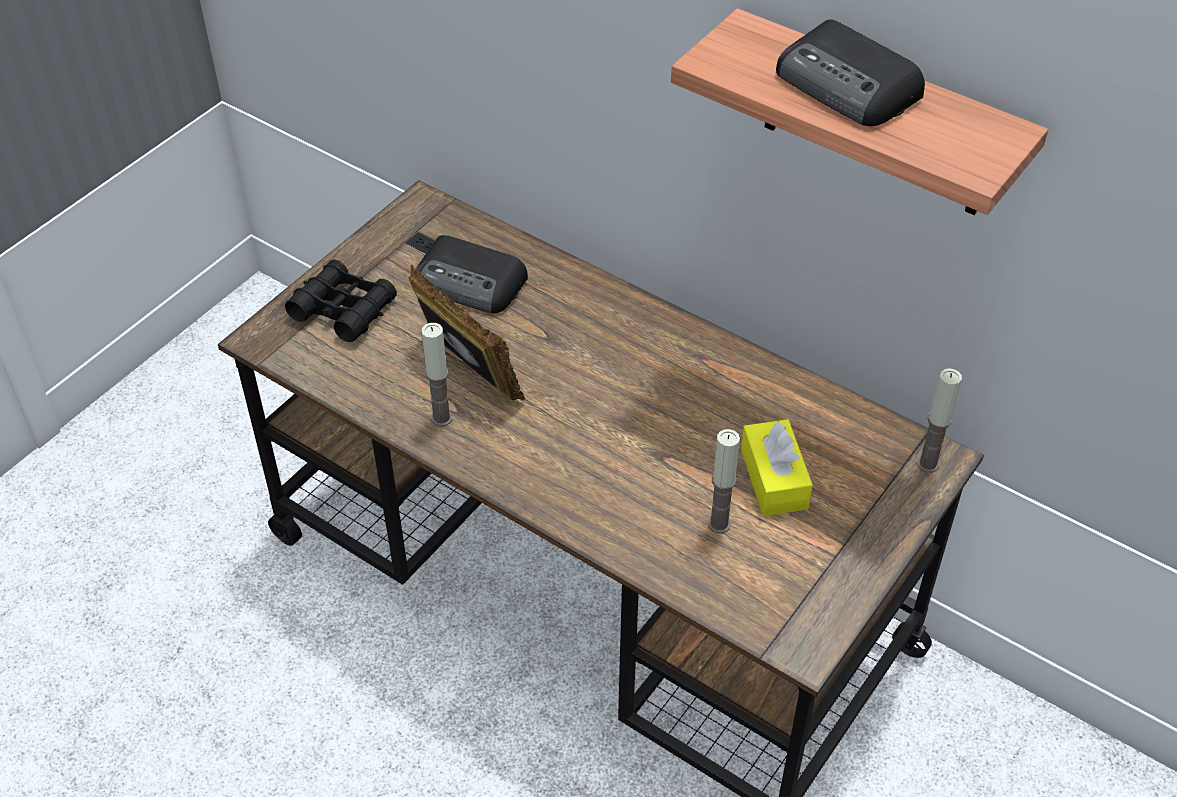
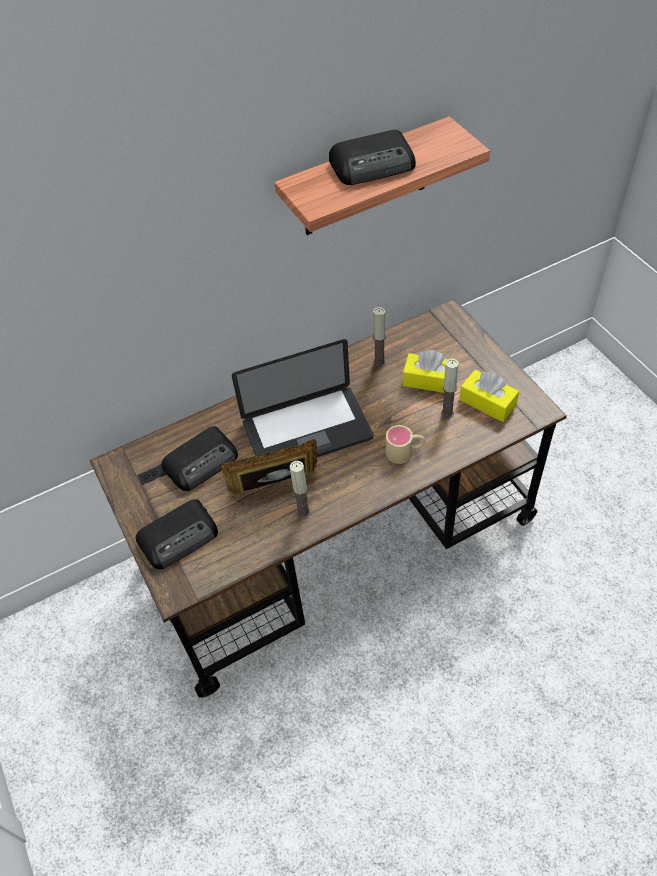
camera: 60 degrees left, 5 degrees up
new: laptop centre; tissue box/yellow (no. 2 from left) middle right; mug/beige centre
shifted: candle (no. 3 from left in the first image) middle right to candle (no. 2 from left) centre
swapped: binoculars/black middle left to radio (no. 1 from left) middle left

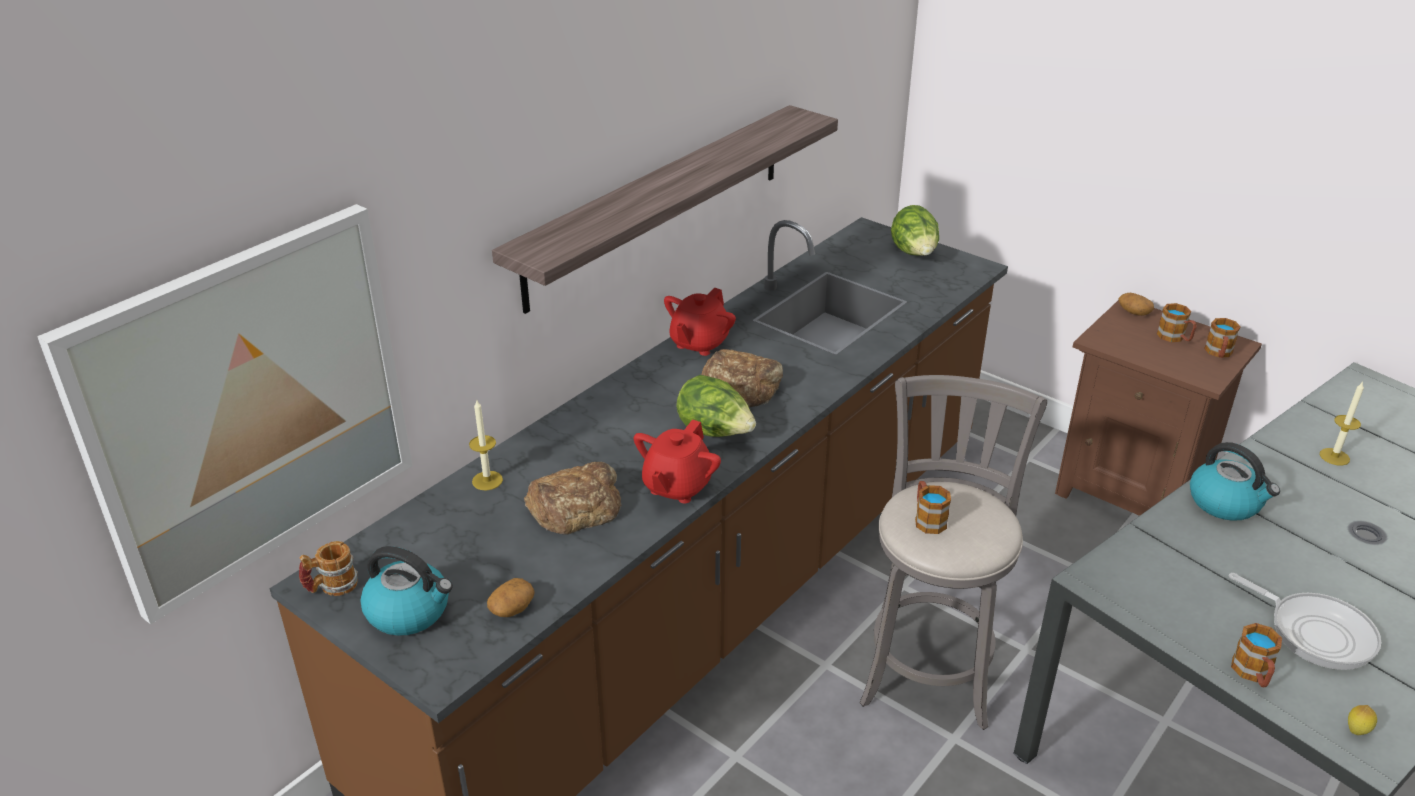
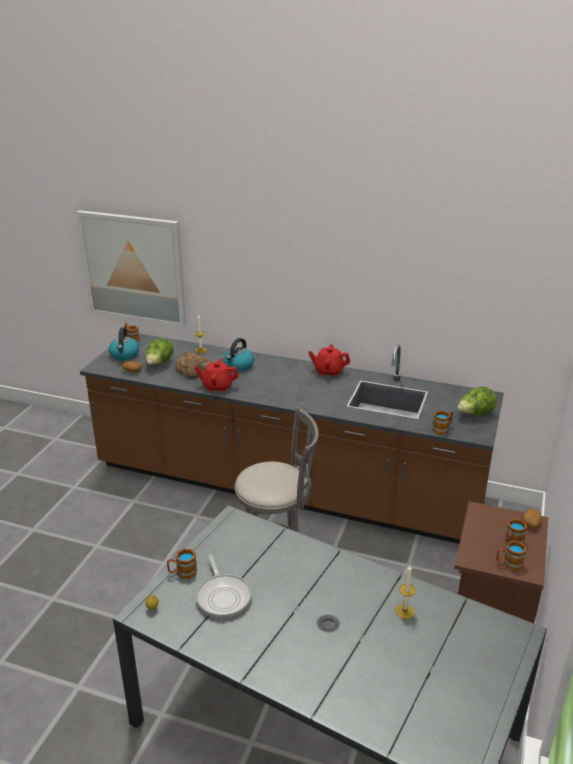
camera: 70 degrees right, 5 degrees down
gone: shelf top centre; bread (no. 2 from left) centre
shifted: lettuce (no. 1 from left) centre to middle left; kettle (no. 2 from left) middle right to centre; mug (no. 2 from left in the first image) centre to mug (no. 3 from left) middle right
rotated: frying pan bottom right = bottom centre 45 degrees counterclockwise

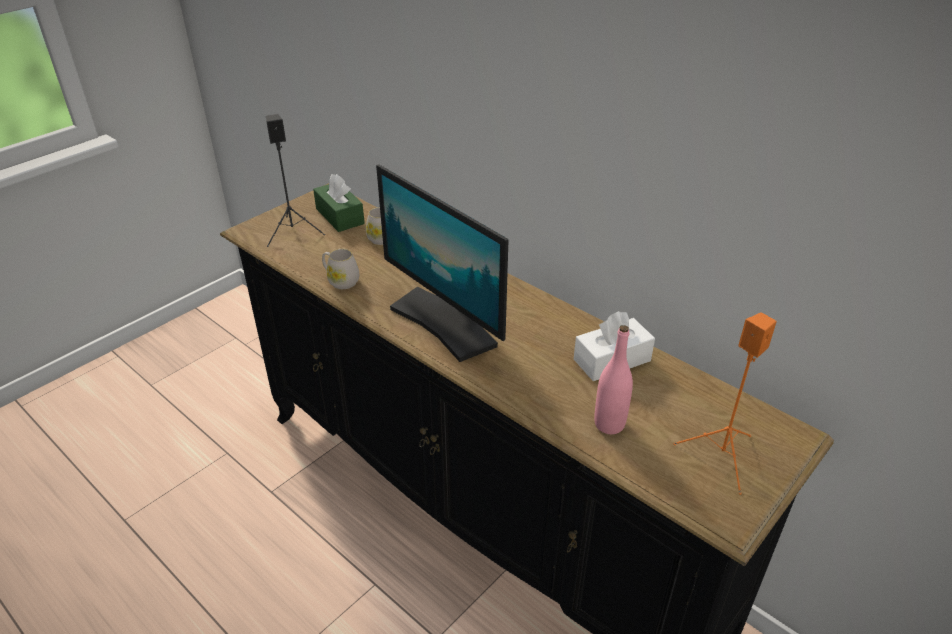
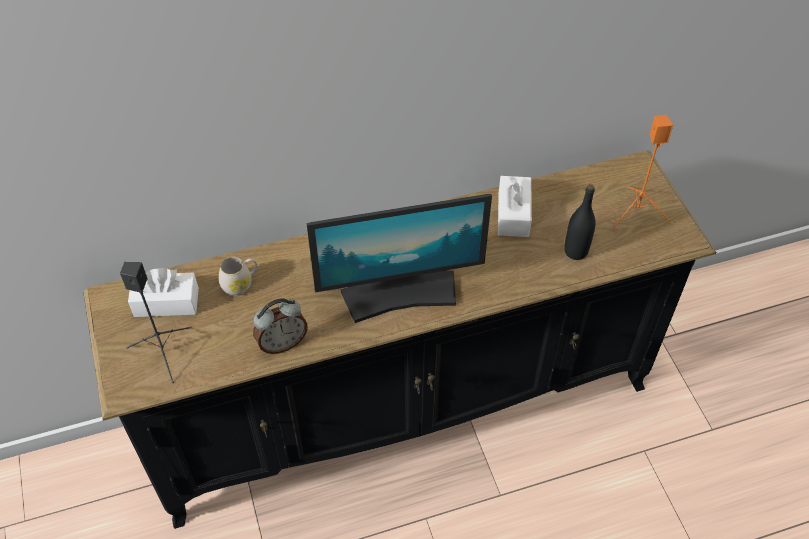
camera: 60 degrees left, 15 degrees up
swapped: mug/white (no. 1 from left) centre to alarm clock centre
repainted: tissue box/green top centre to tissue box/white (no. 1 from left) middle left; bottle/pink centre to bottle/black middle right

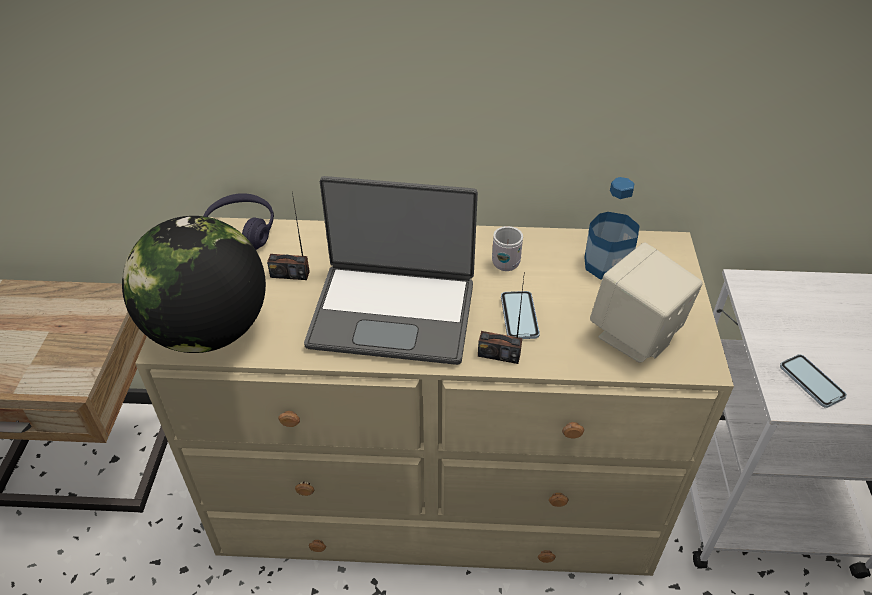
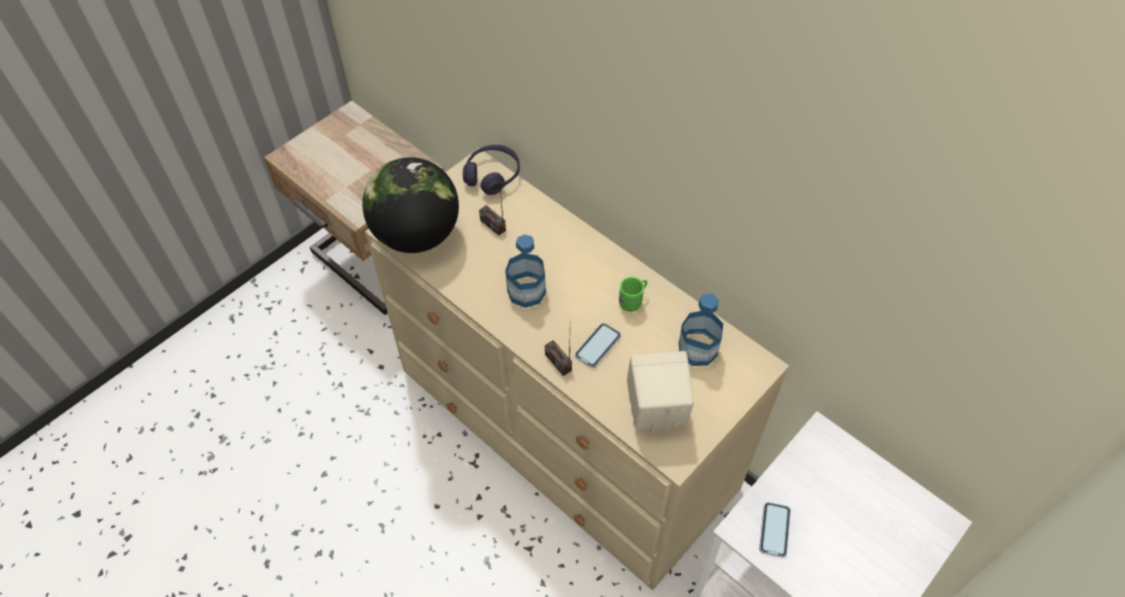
camera: 40 degrees right, 10 degrees up
swapped: laptop centre to bottle (no. 1 from left) centre
repainted: mug/white centre to mug/green centre

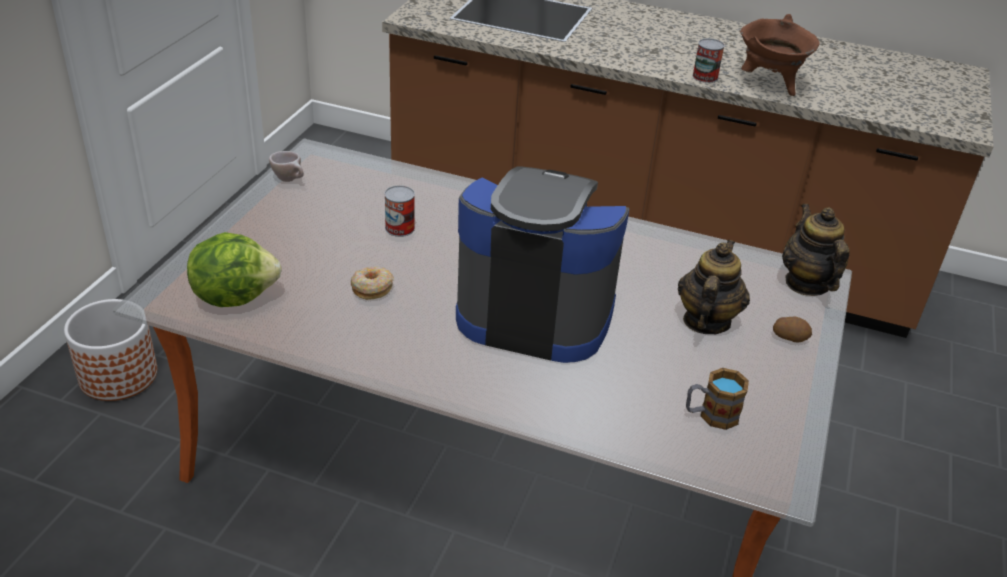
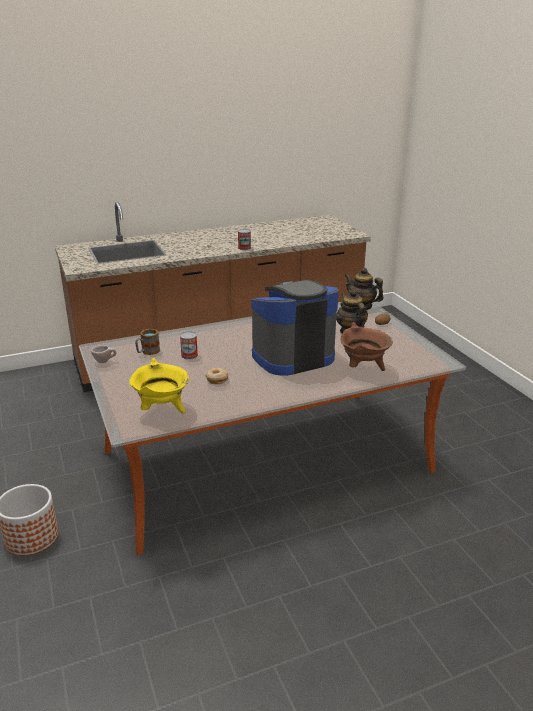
camera: 40 degrees left, 10 degrees down
shifted: cooking pot/brown top right to middle right; mug bottom right to middle left
swapped: lettuce middle left to cooking pot/yellow middle left

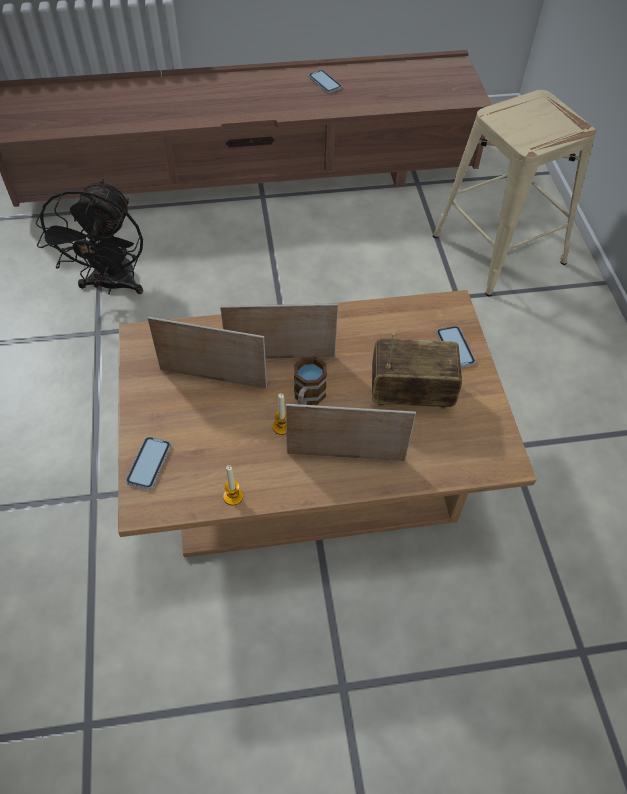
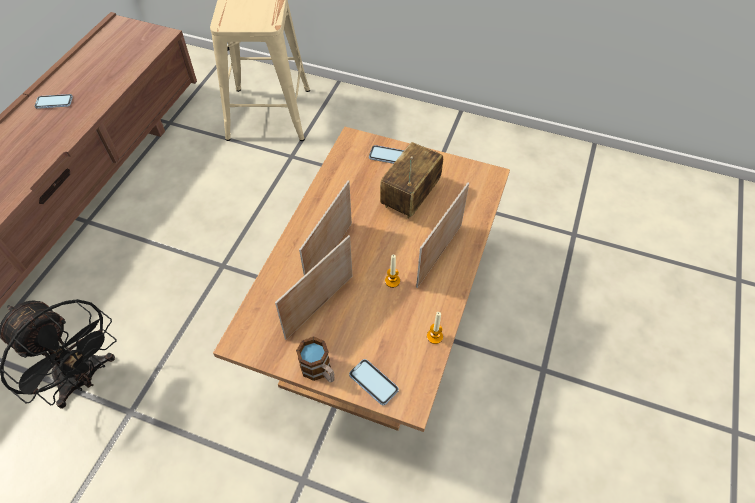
camera: 60 degrees left, 0 degrees up
shifted: mug centre to bottom centre

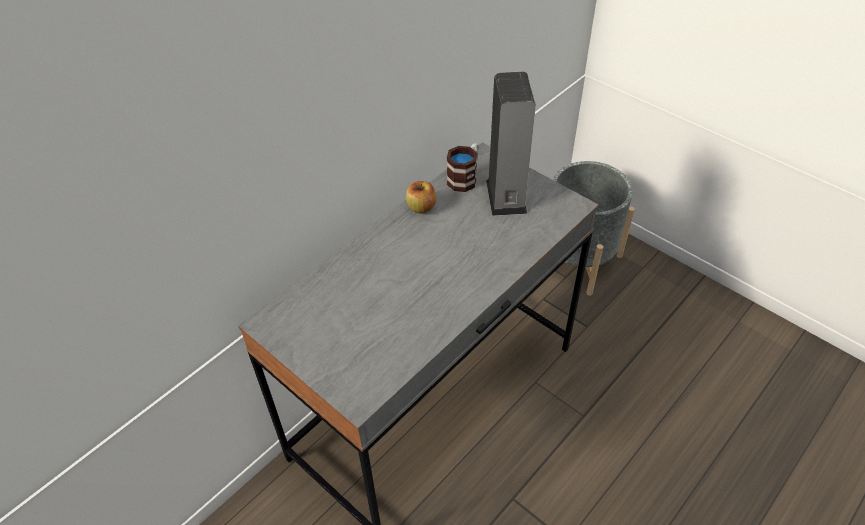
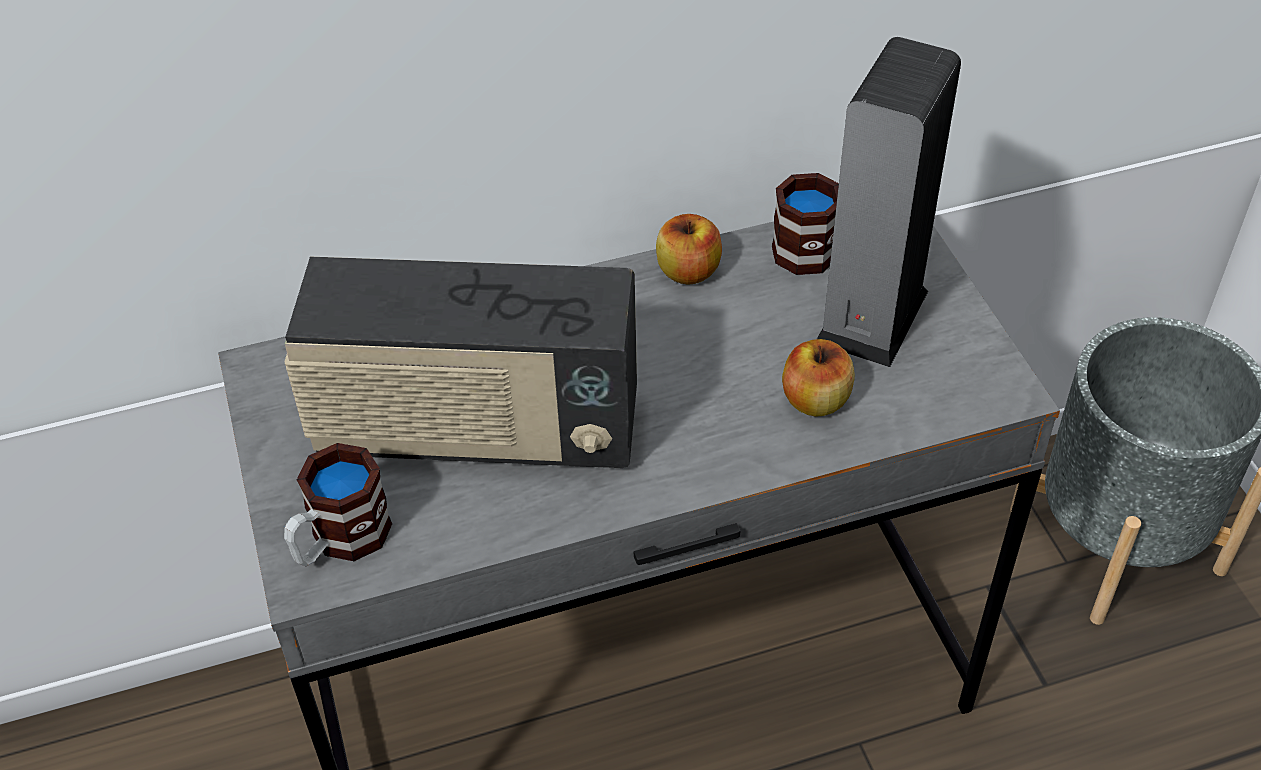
camera: 30 degrees right, 0 degrees up
new: radio centre; apple (no. 2 from left) centre; mug (no. 1 from left) middle left

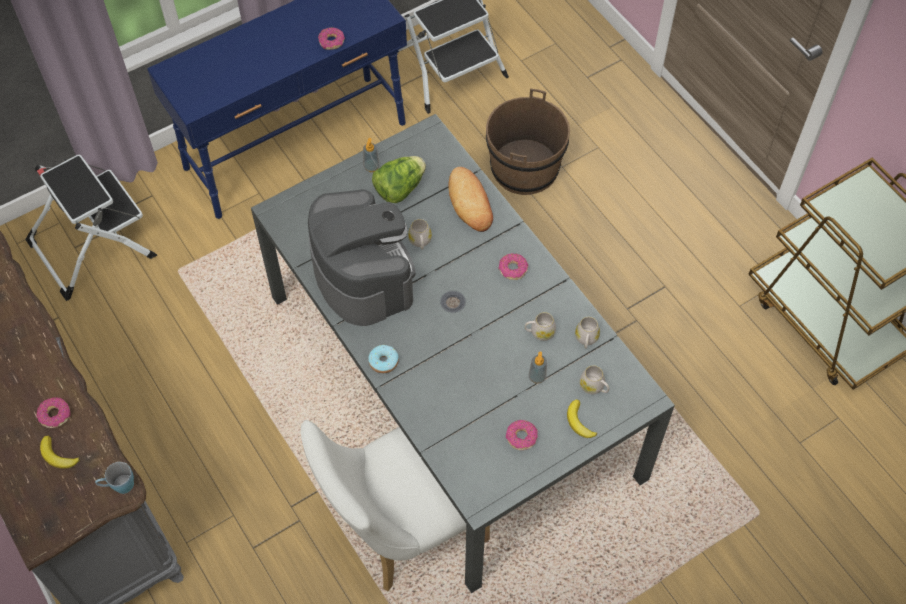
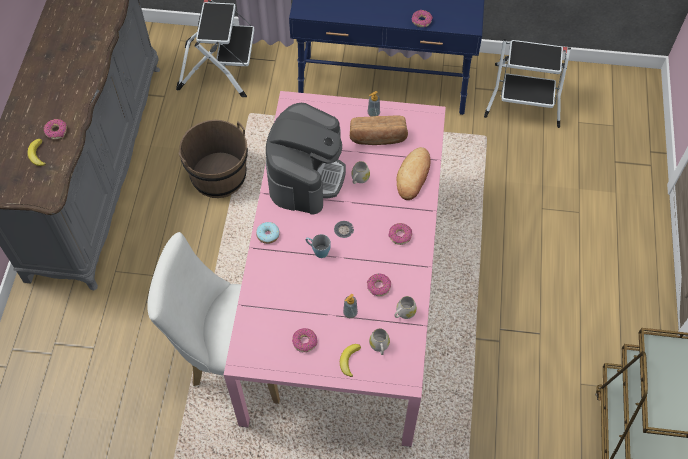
camera: 40 degrees right, 0 degrees up
shifted: bucket/brown top centre to middle left; mug/blue bottom left to centre
swapped: lettuce top centre to bread (no. 1 from left) top centre; mug/white (no. 2 from left) centre to donut (no. 4 from left) centre
repainted: dining table/grey centre to dining table/pink centre

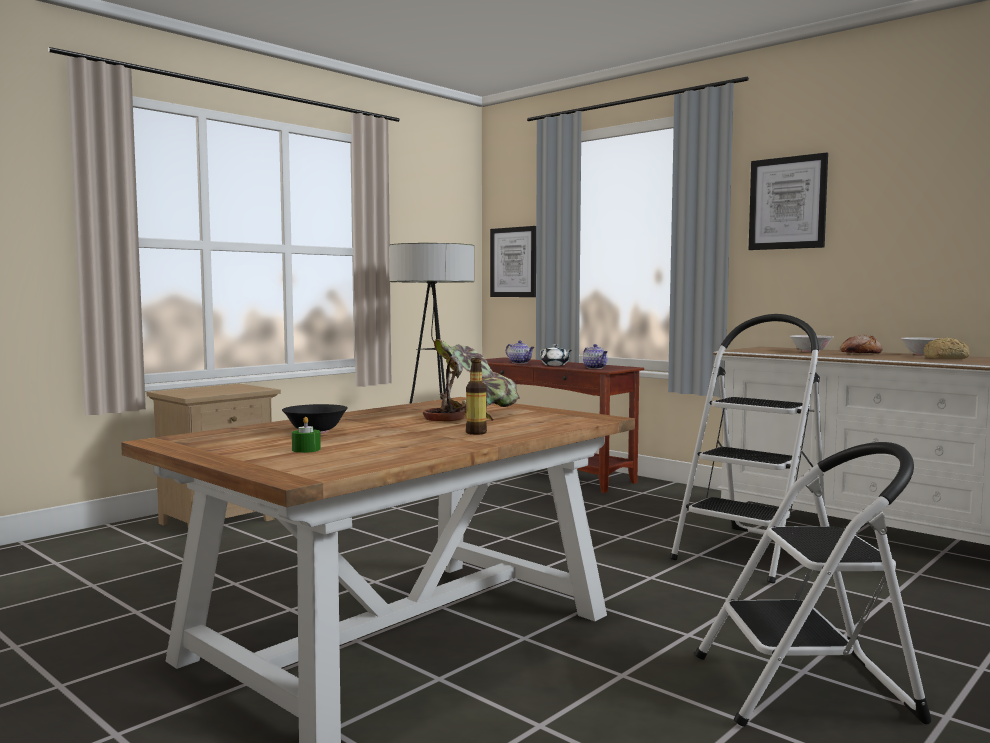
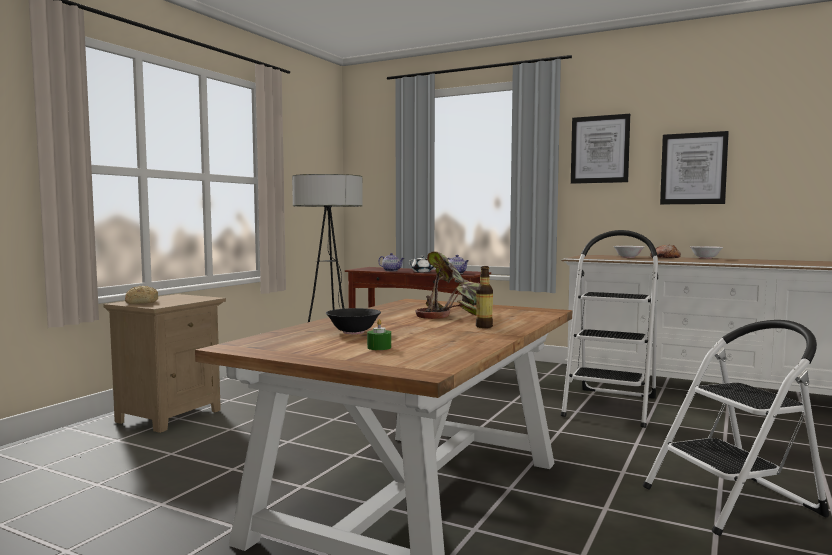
camera: 15 degrees left, 0 degrees up
shifted: picture (no. 1 from left in the first image) centre to picture (no. 2 from left) top right; bread (no. 2 from left in the first image) middle right to bread (no. 1 from left) middle left

